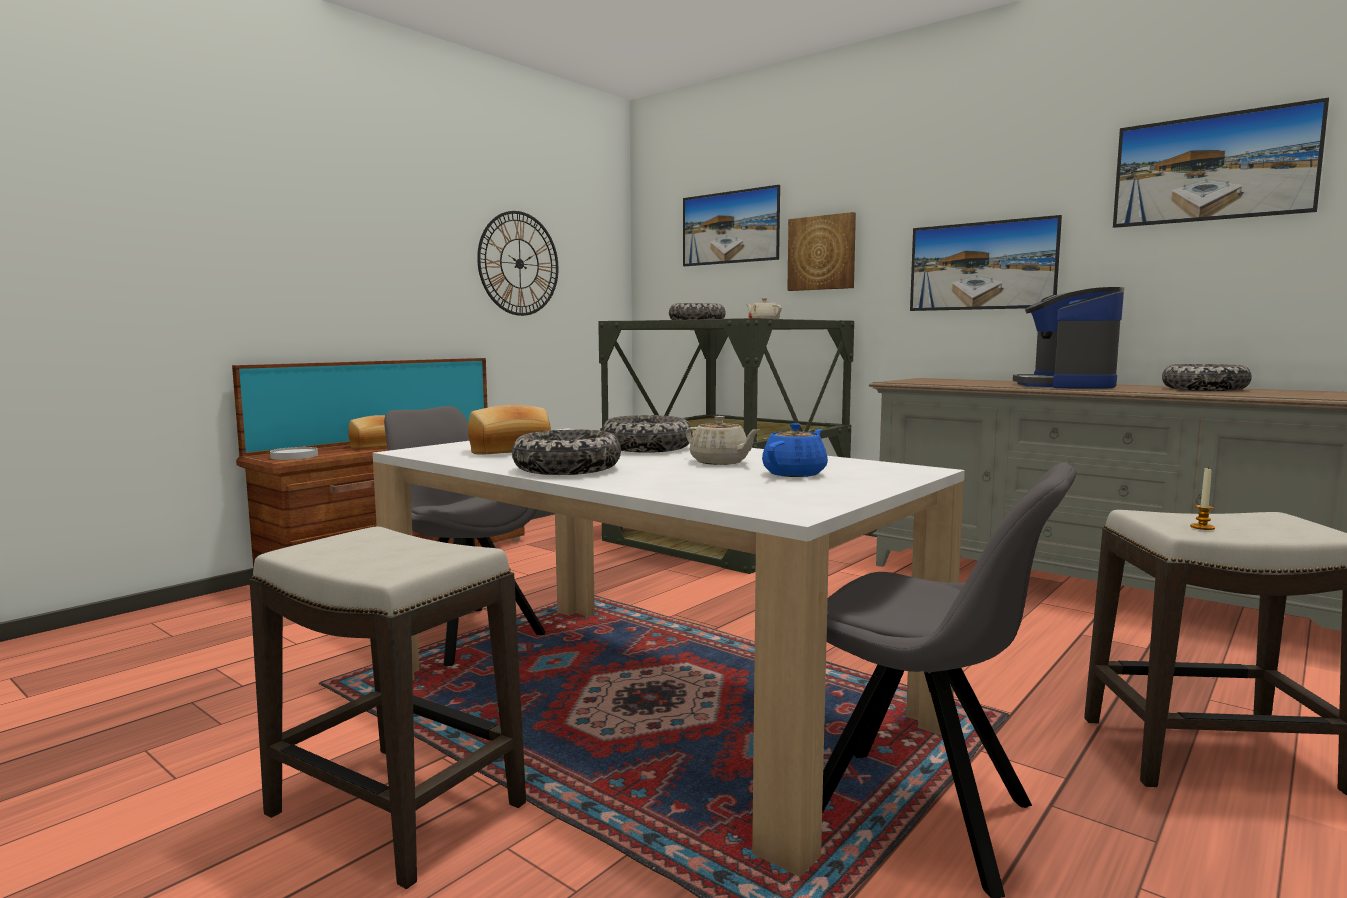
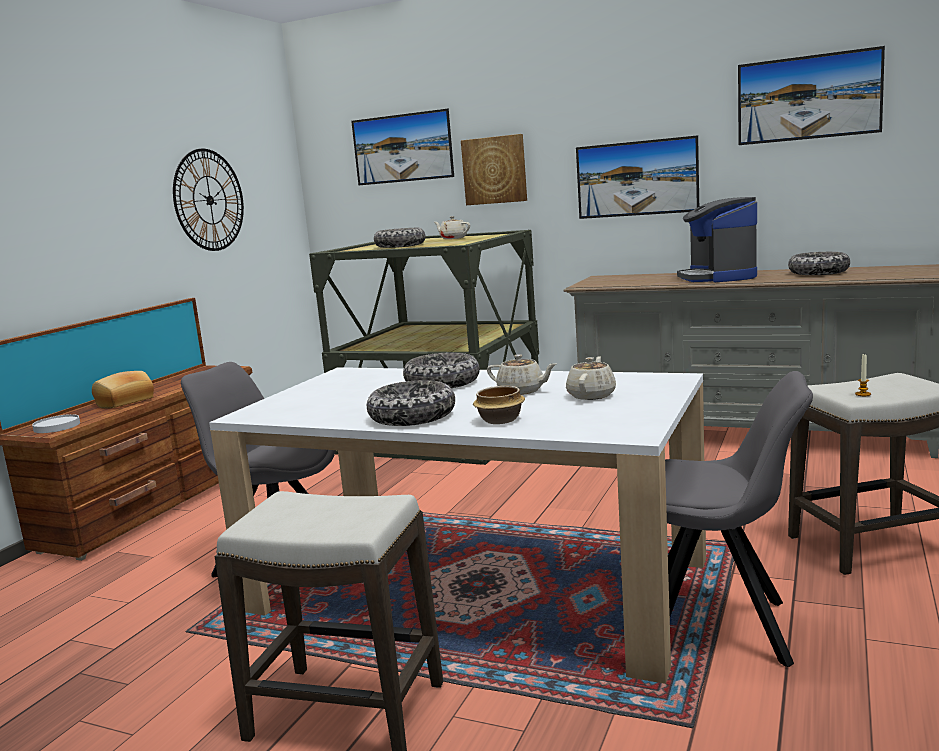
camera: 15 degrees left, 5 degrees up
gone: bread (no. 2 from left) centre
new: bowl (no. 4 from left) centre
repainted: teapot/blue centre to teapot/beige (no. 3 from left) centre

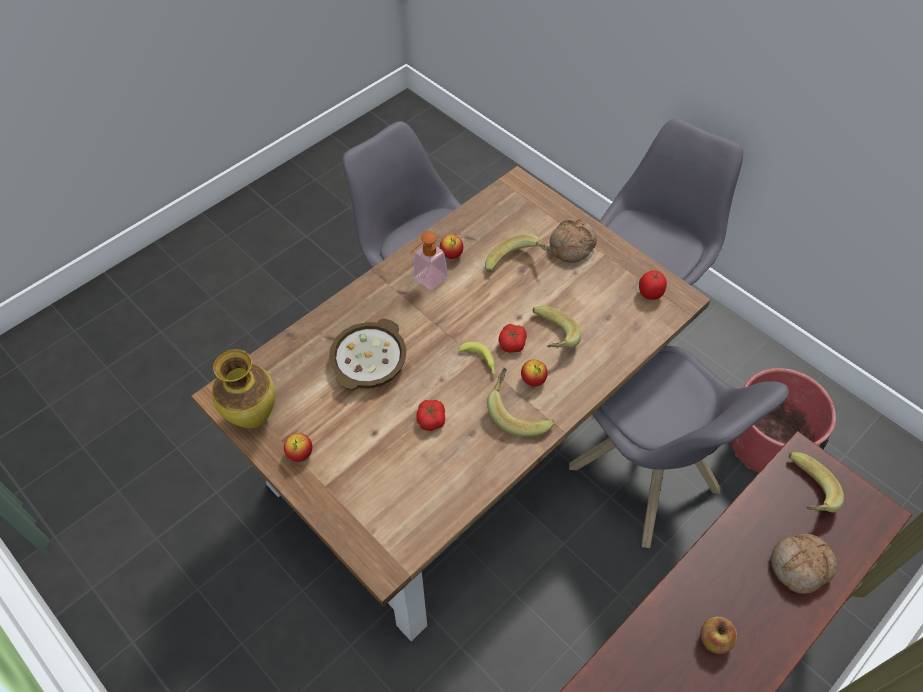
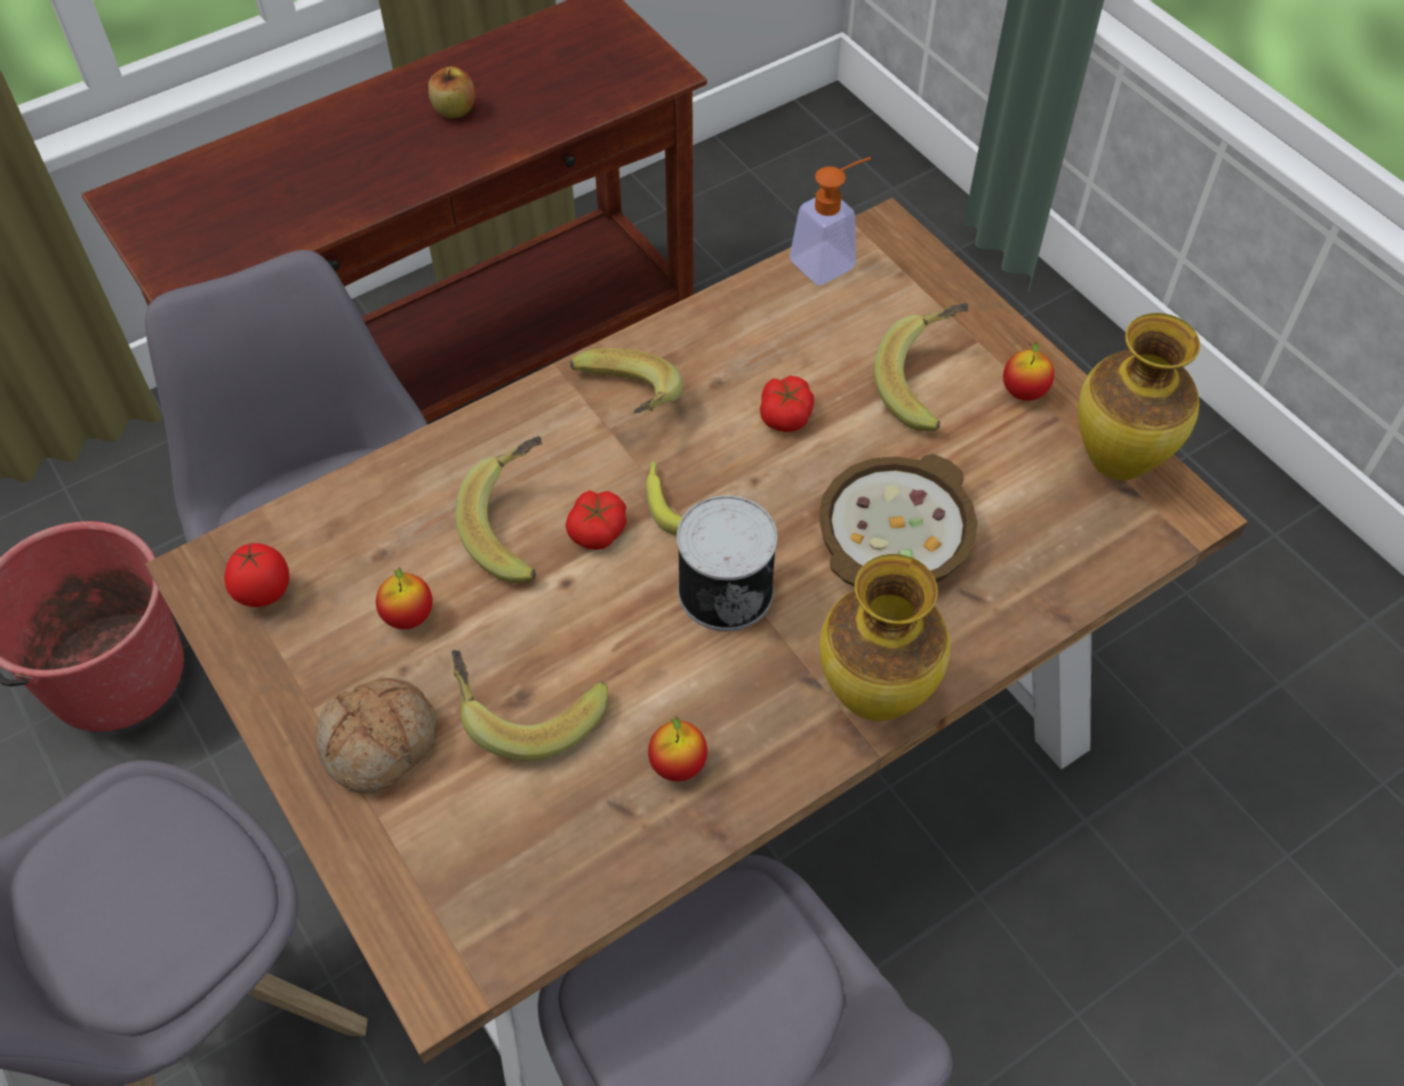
camera: 170 degrees left, 0 degrees up
gone: bread (no. 2 from left) bottom right
new: can centre; vase (no. 1 from left) centre
shifted: soap dispenser centre to top centre; apple (no. 3 from left in the first image) centre to apple (no. 1 from left) middle left; banana (no. 5 from left) bottom right to centre

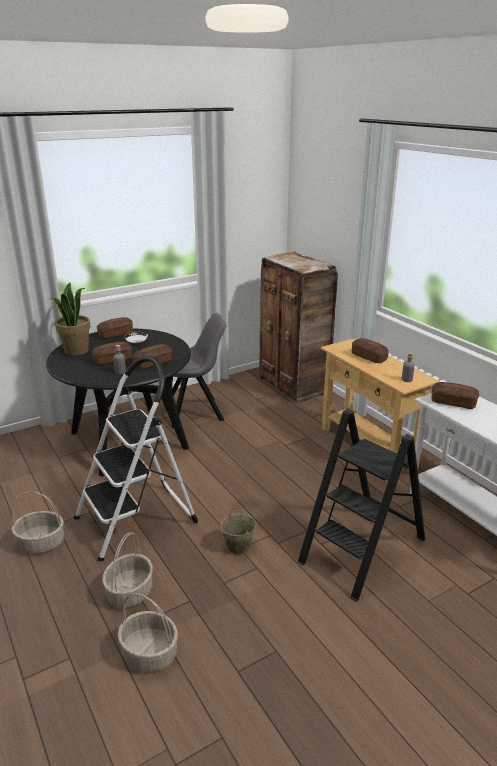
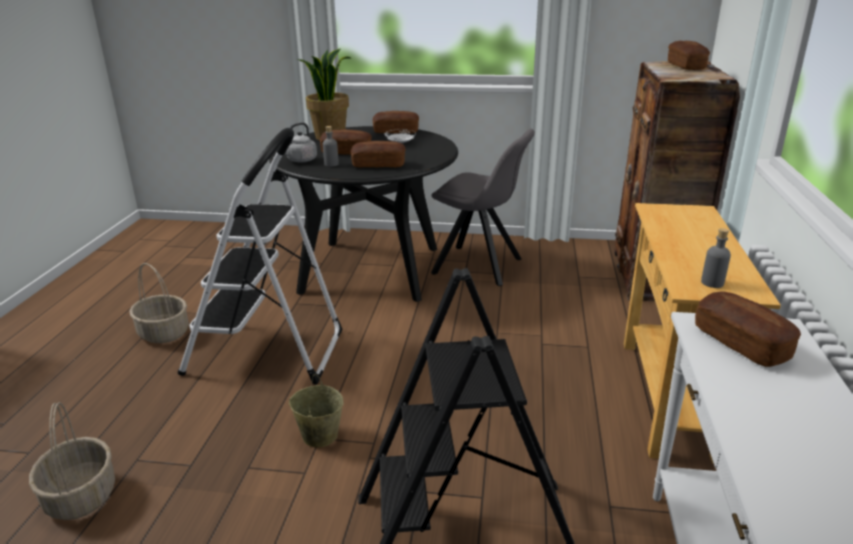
camera: 40 degrees right, 0 degrees up
gone: basket (no. 2 from left) bottom left
new: kettle/grey top centre
shifted: bread (no. 4 from left) middle right to top right

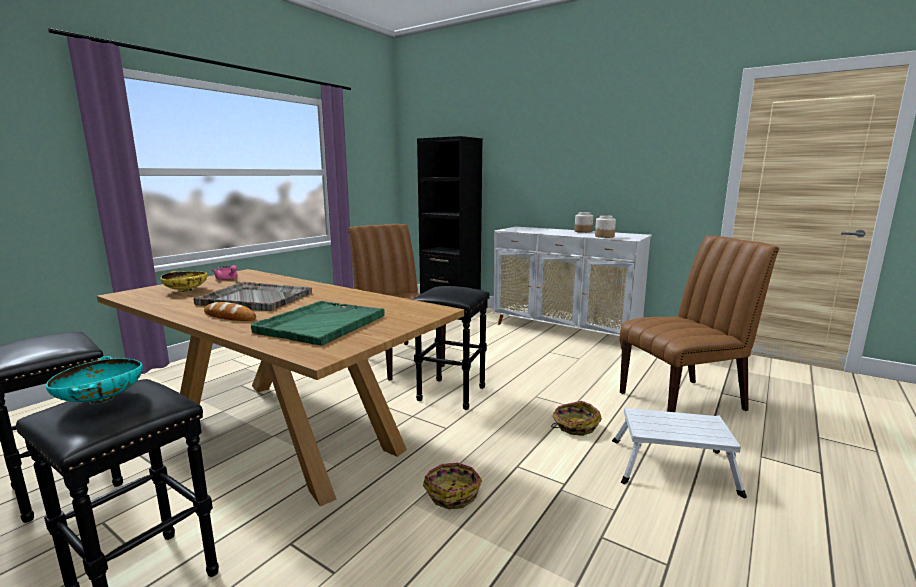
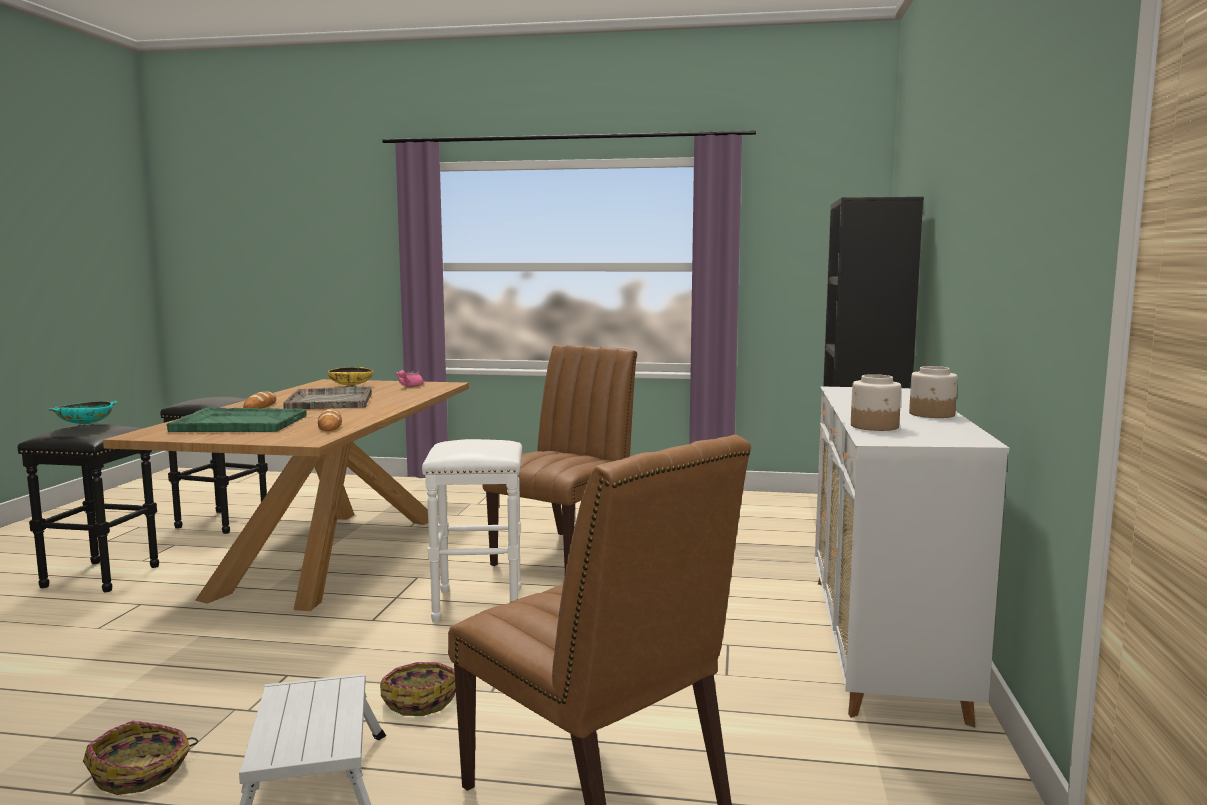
camera: 65 degrees right, 5 degrees down
new: bread (no. 2 from left) middle left
shifted: basket (no. 1 from left) bottom centre to bottom left
repainted: stool/black (no. 3 from left) centre to stool/white centre

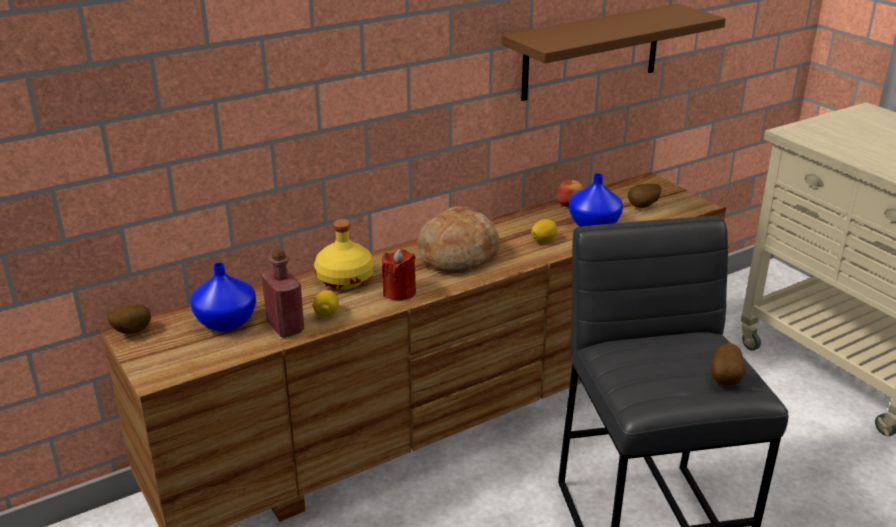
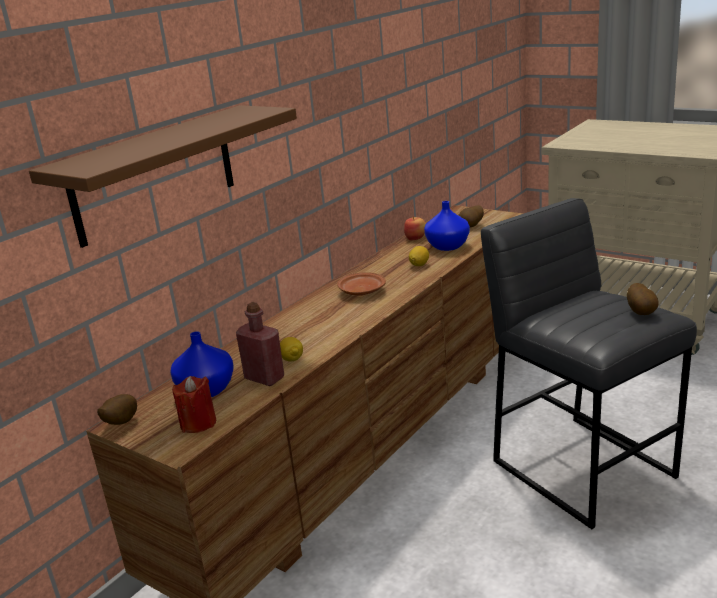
camera: 20 degrees left, 5 degrees down
gone: bottle/yellow centre
shifted: shelf/brown top right to top left; candle/red centre to bottom left
swapped: bread centre to plate/brown centre

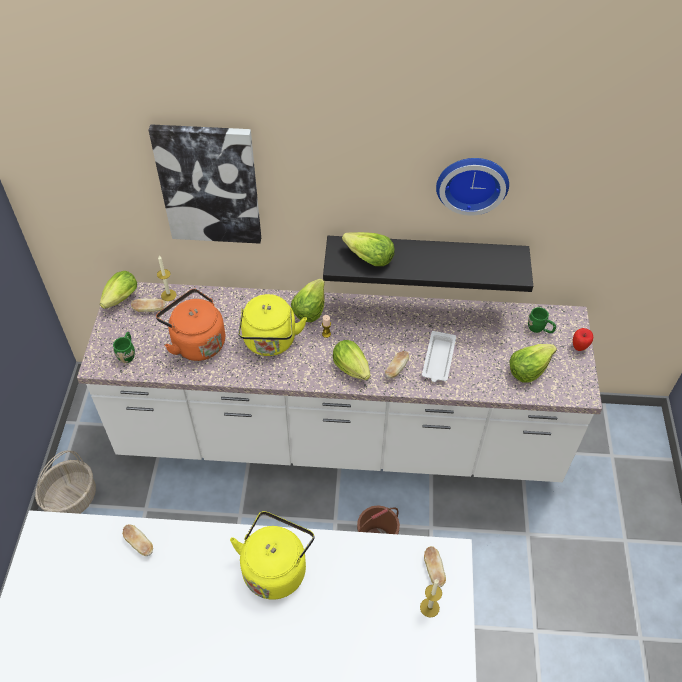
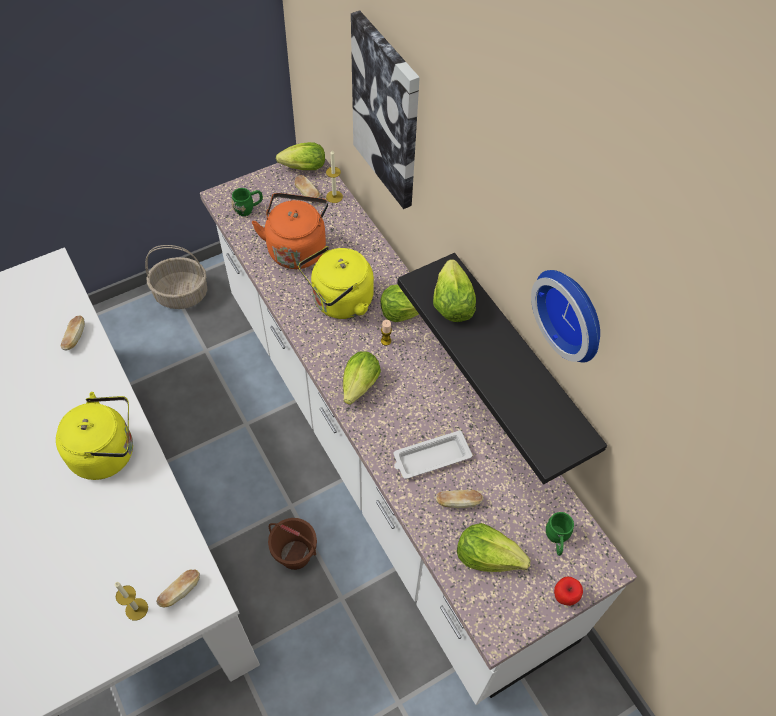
camera: 55 degrees right, 5 degrees up
shifted: bread (no. 3 from left in the first image) centre to bread (no. 4 from left) bottom centre

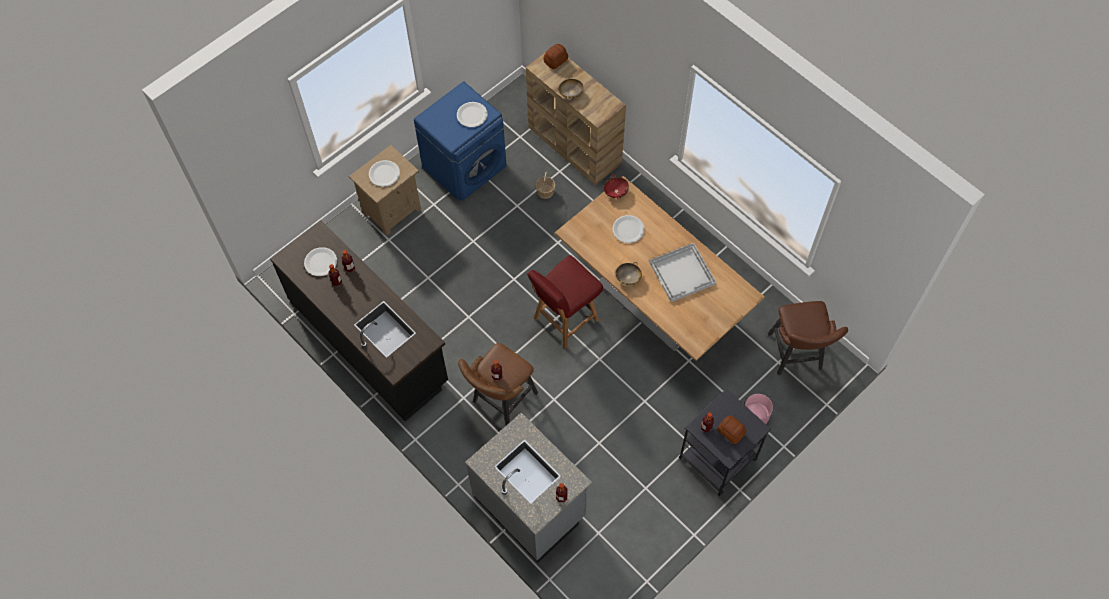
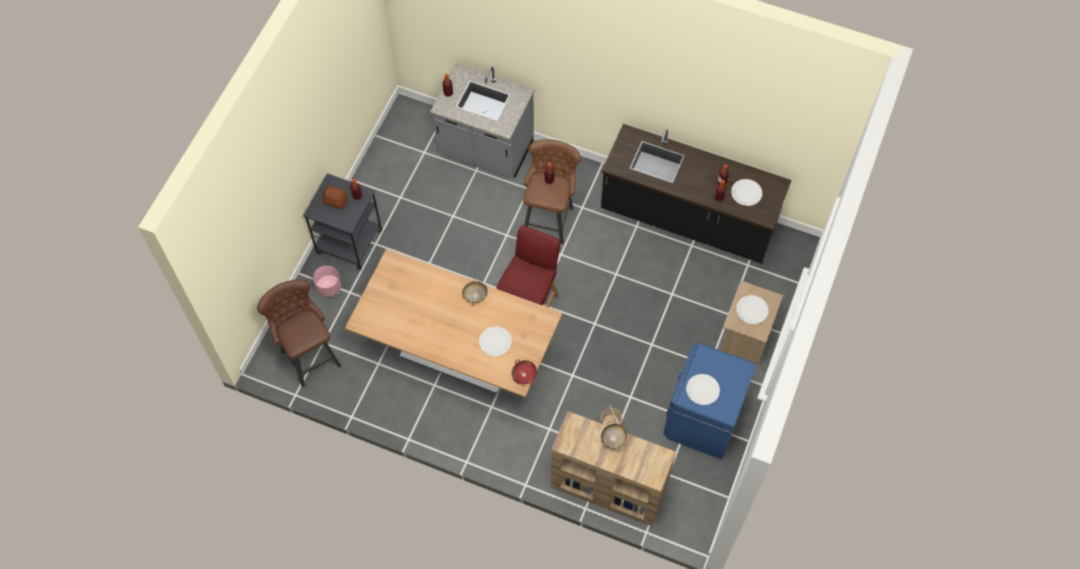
camera: 155 degrees right, 0 degrees up
gone: bread (no. 1 from left) top centre; tray/white centre

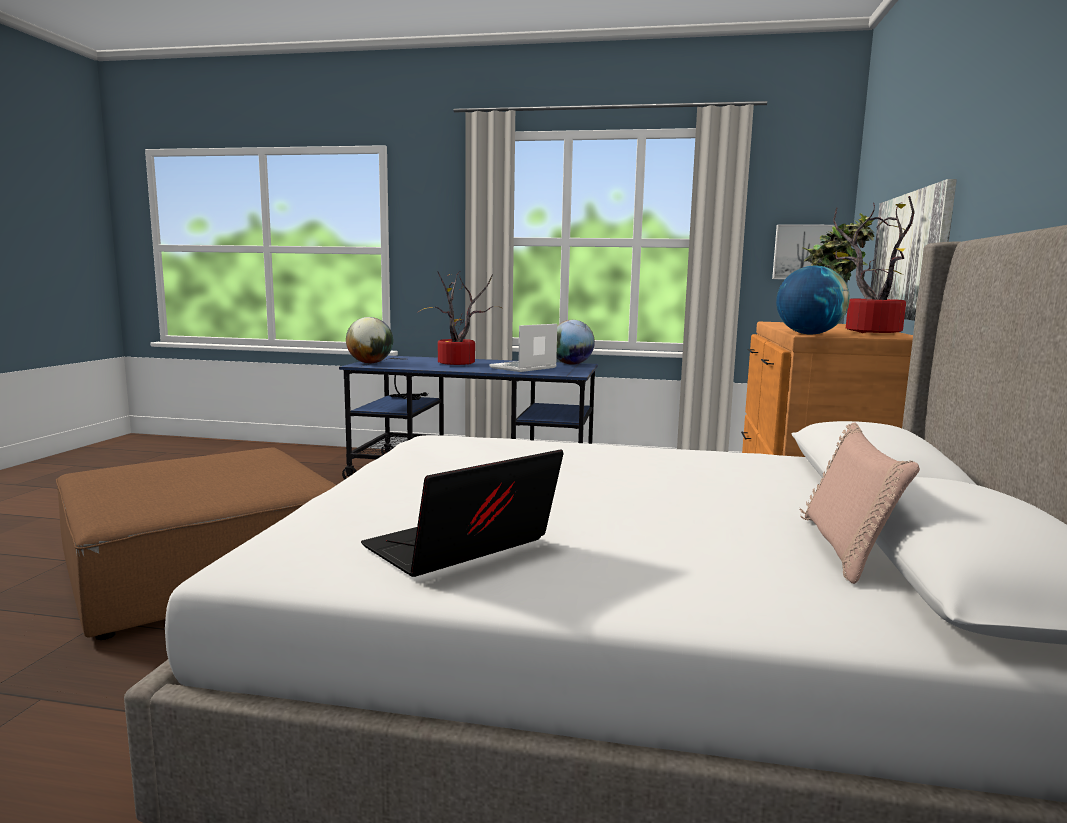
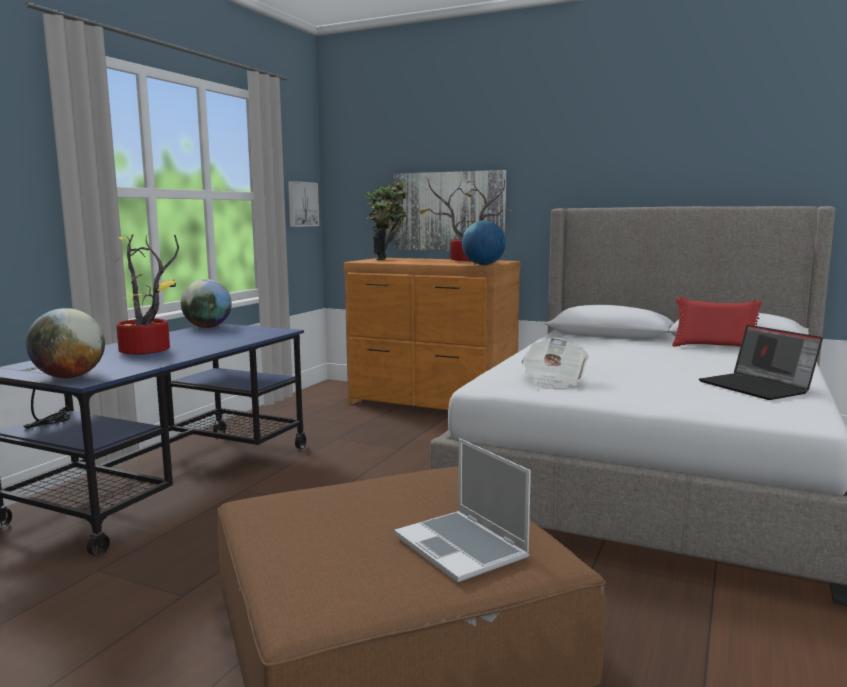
camera: 75 degrees left, 0 degrees up
new: newspaper centre
shifted: laptop (no. 2 from left in the first image) centre to laptop (no. 1 from left) bottom centre
repainted: pillow/beige middle right to pillow/red middle right

